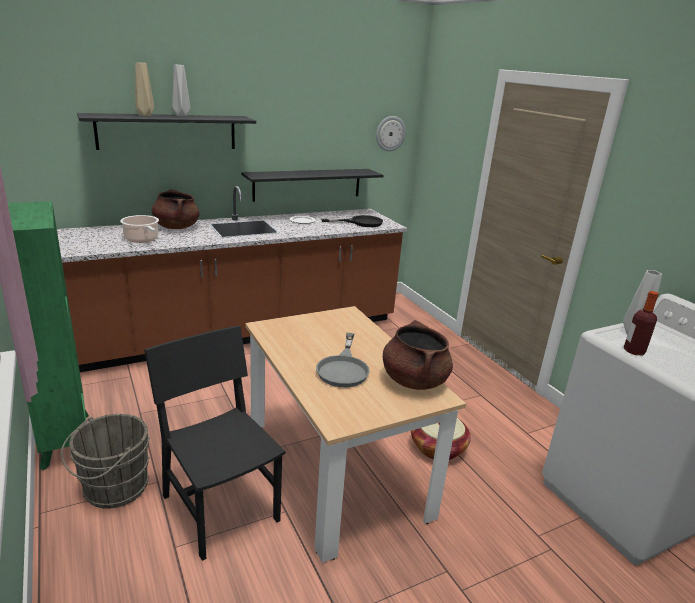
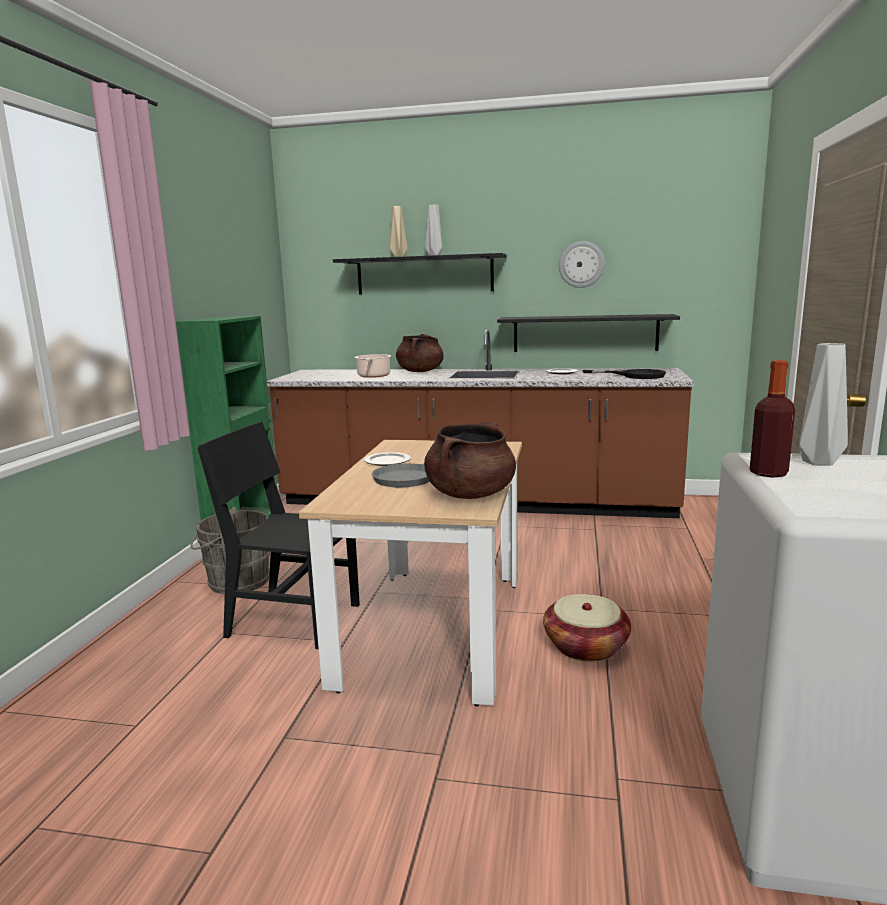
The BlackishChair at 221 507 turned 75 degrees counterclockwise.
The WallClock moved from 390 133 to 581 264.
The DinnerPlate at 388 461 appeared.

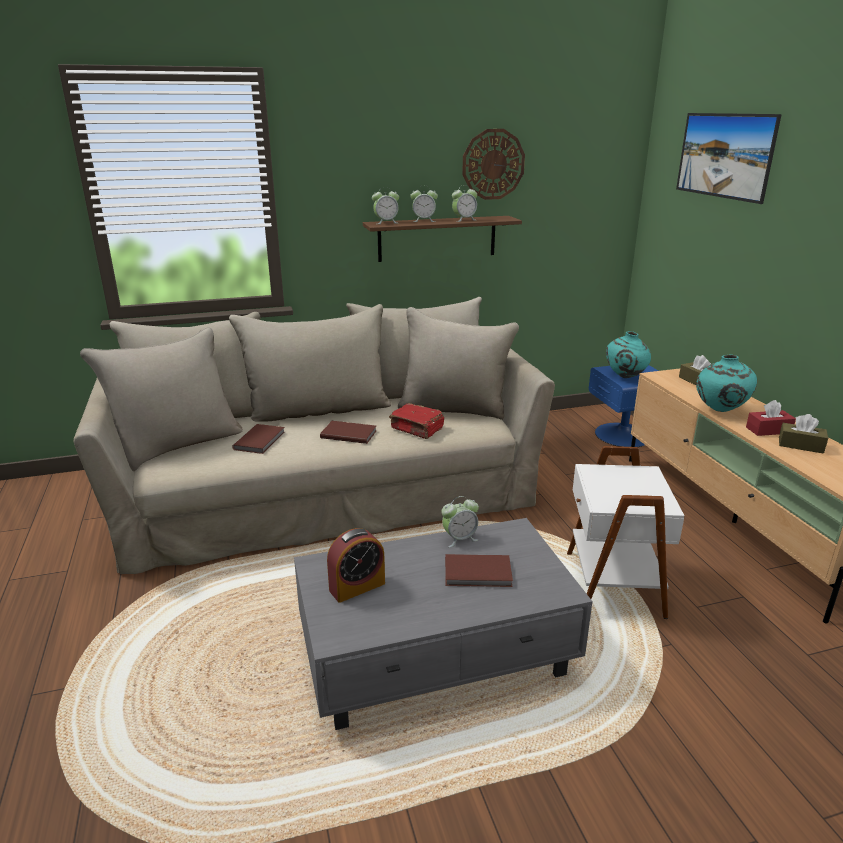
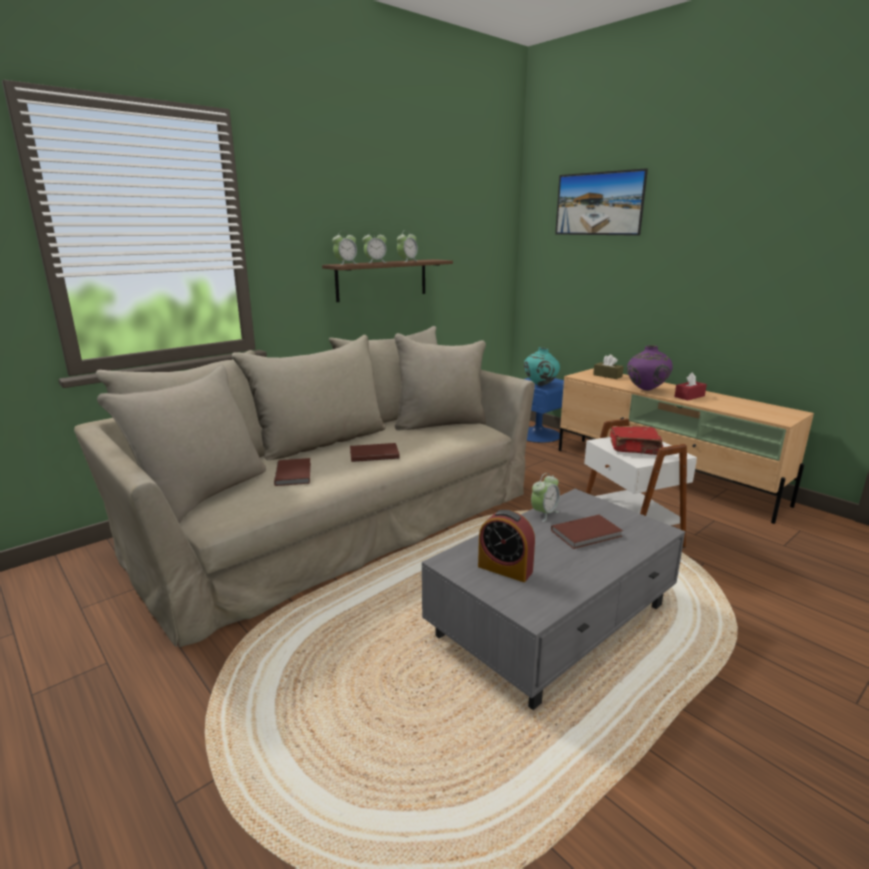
The BedsideClock at 357 587 turned 90 degrees clockwise.
The RedColouredVolume moved from 417 429 to 635 449.
The WallClock at 493 164 disappeared.
The BlueGreenDecorativeVase at 720 411 became the PurpleDecorativeVase at 646 390.
The BrownBoxOfTissues at 800 445 disappeared.

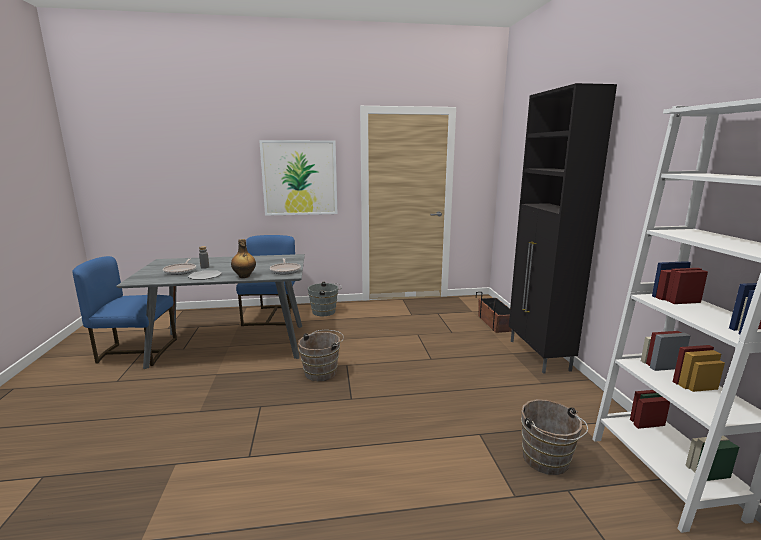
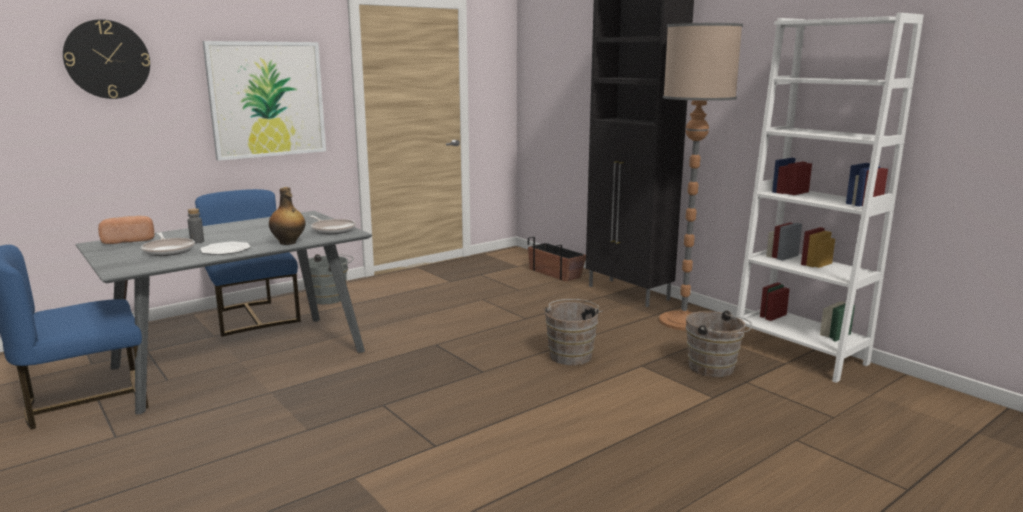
The BrownPail moved from 323 372 to 571 354.
The WallClock at 107 59 appeared.
The Bread at 129 240 appeared.
The StandingLamp at 683 321 appeared.

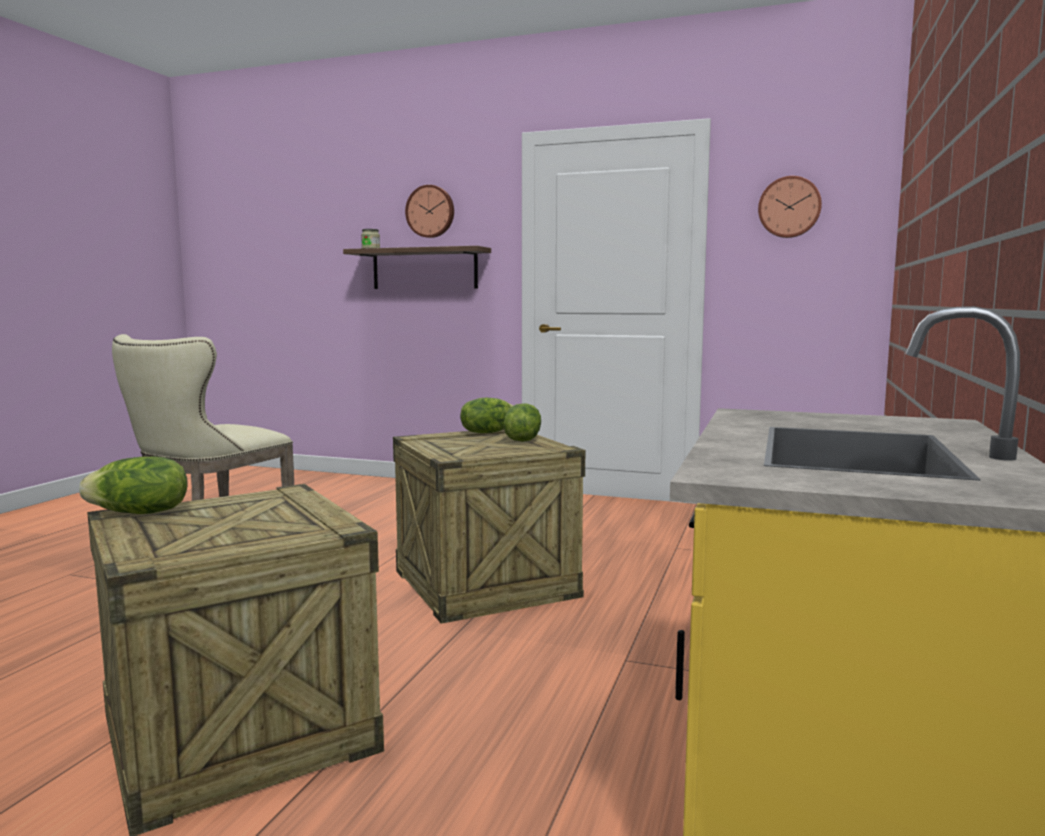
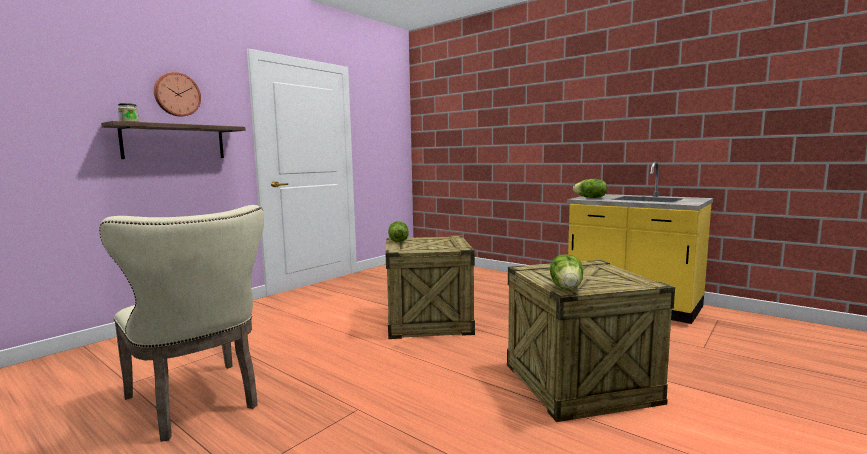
The Lettuce moved from 522 440 to 590 198.
The WallClock at 789 207 disappeared.

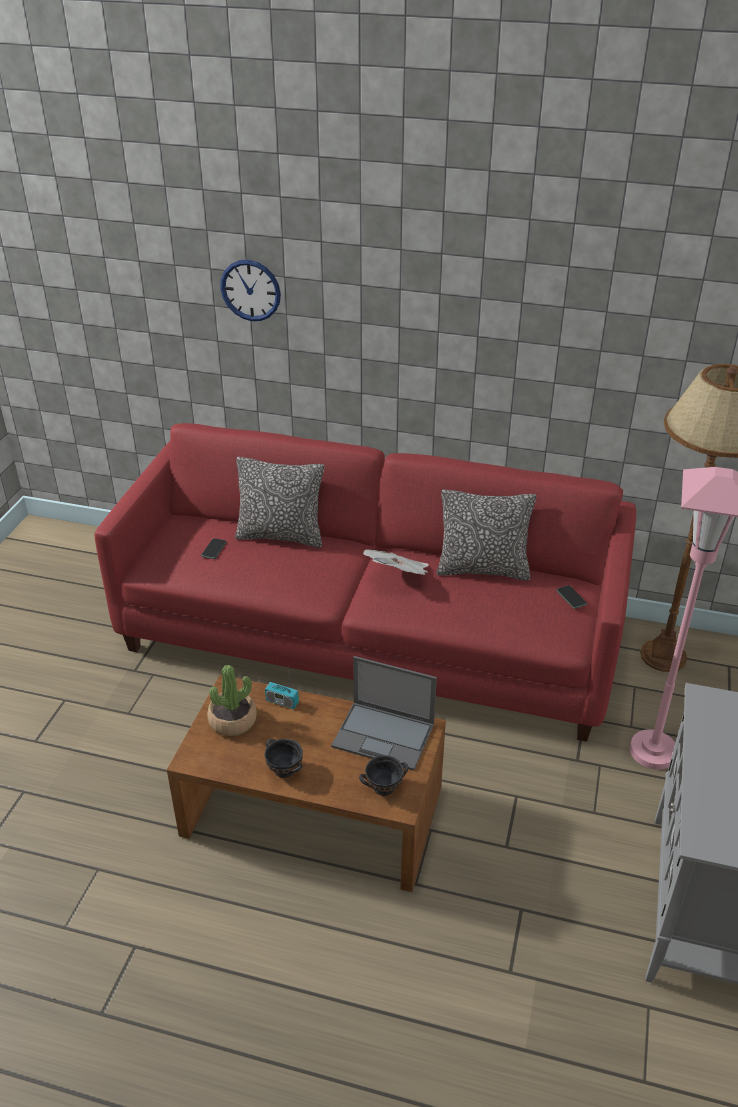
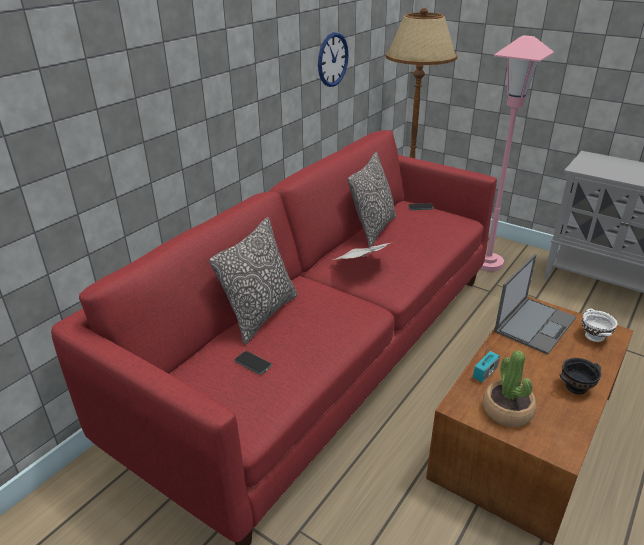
The WallClock moved from 250 290 to 332 59.
The BlackishServingBowl at 383 787 became the WhiteColouredServingBowl at 594 337.

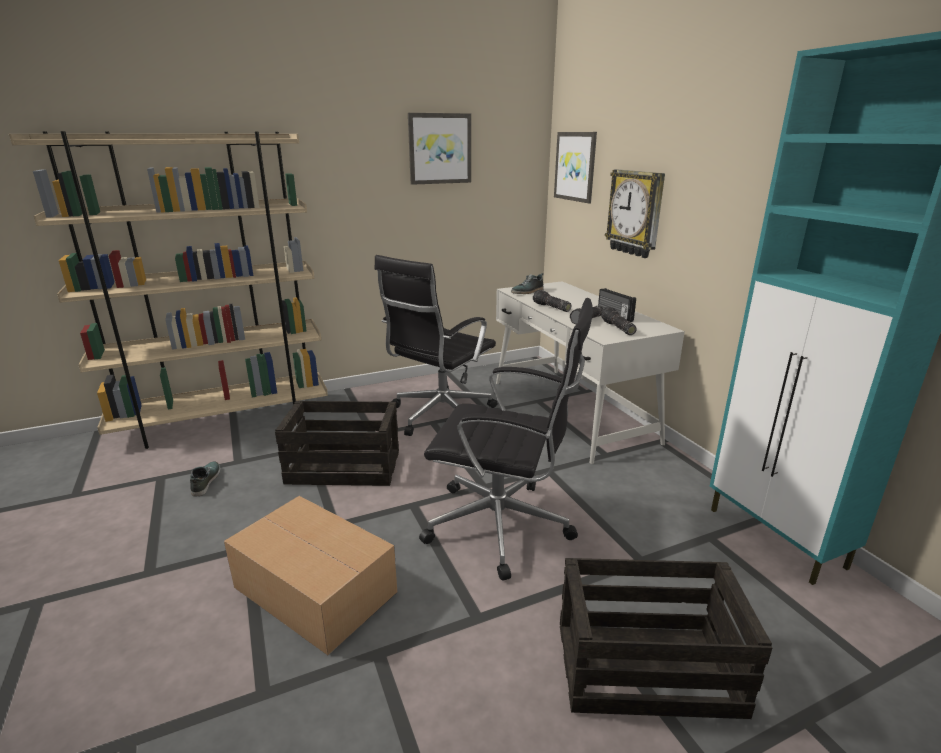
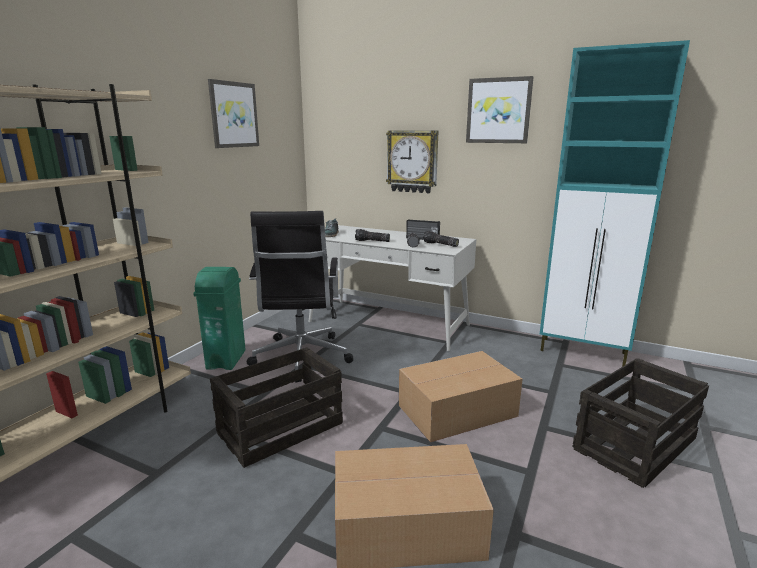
The Shoe at 205 481 disappeared.
The BlackishOfficeChair at 503 526 was replaced by the Carton at 459 411.
The WallArt moved from 575 166 to 498 110.
The GreenColouredTrashCan at 227 359 appeared.

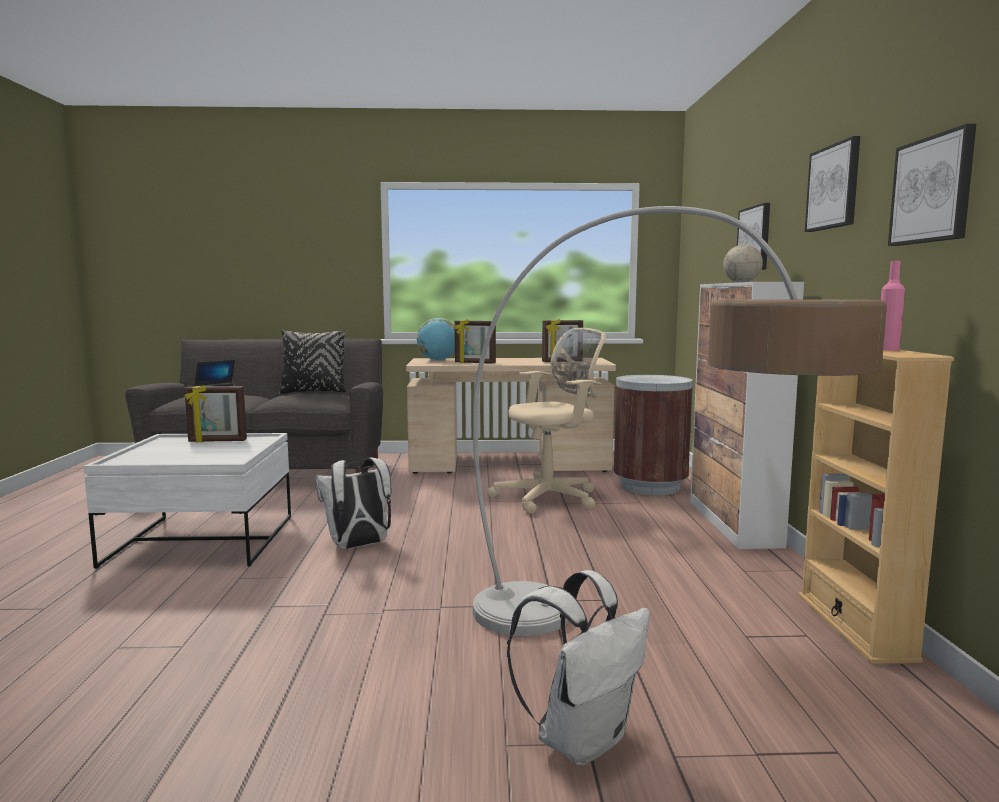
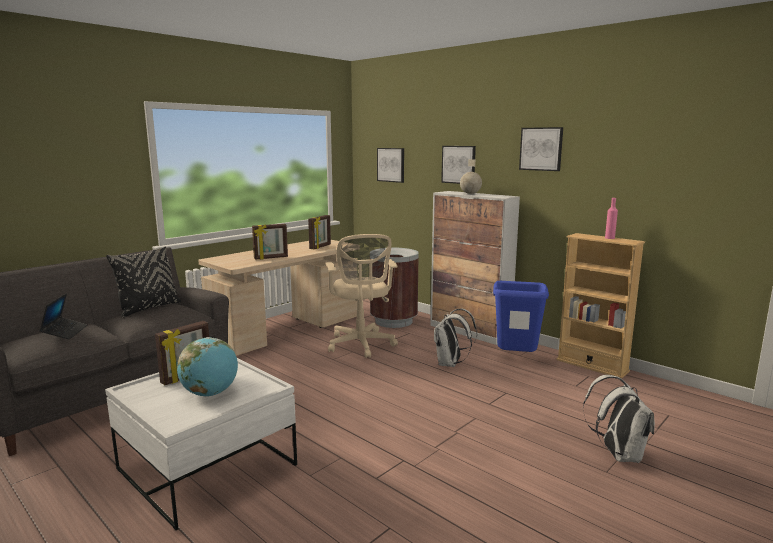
The WhiteColouredKnapsack moved from 358 546 to 450 364.
The WorldGlobe moved from 438 360 to 210 393.
The StandingLamp at 656 646 disappeared.
The SandColouredOfficeChair at 551 498 turned 150 degrees clockwise.
The WallArt moved from 932 190 to 391 165.
The BlueTrashCan at 516 359 appeared.

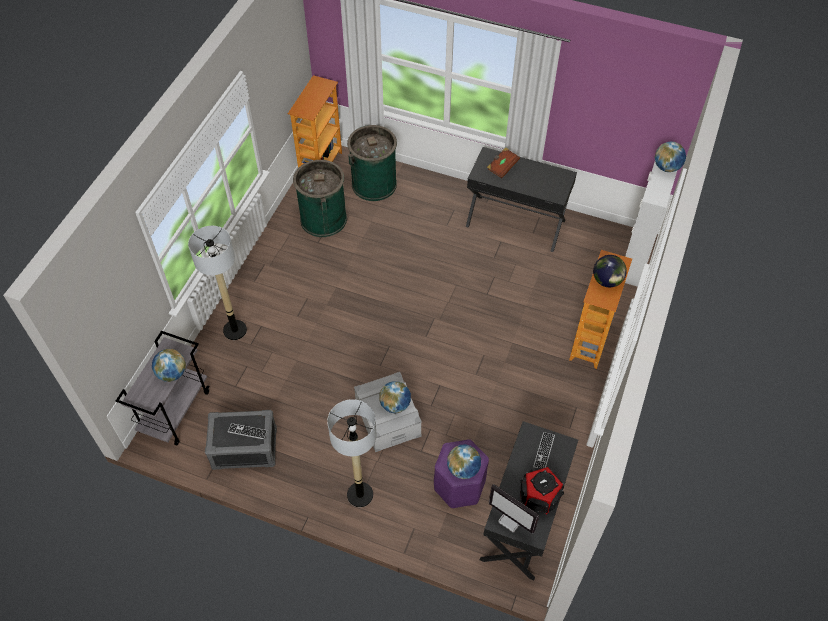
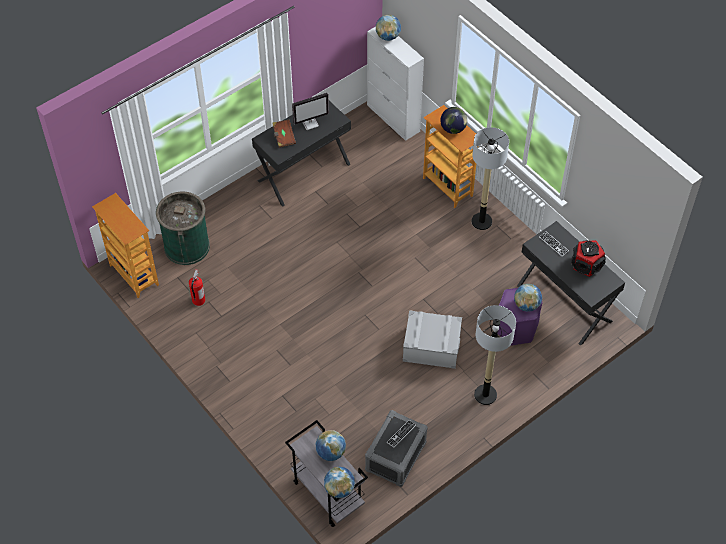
The StandingLamp moved from 235 330 to 481 221.
The GreenColouredTrashCan at 323 219 was replaced by the Extinguisher at 198 300.
The WorldGlobe moved from 395 405 to 339 489.
The ComputerDisplay moved from 511 520 to 310 123.

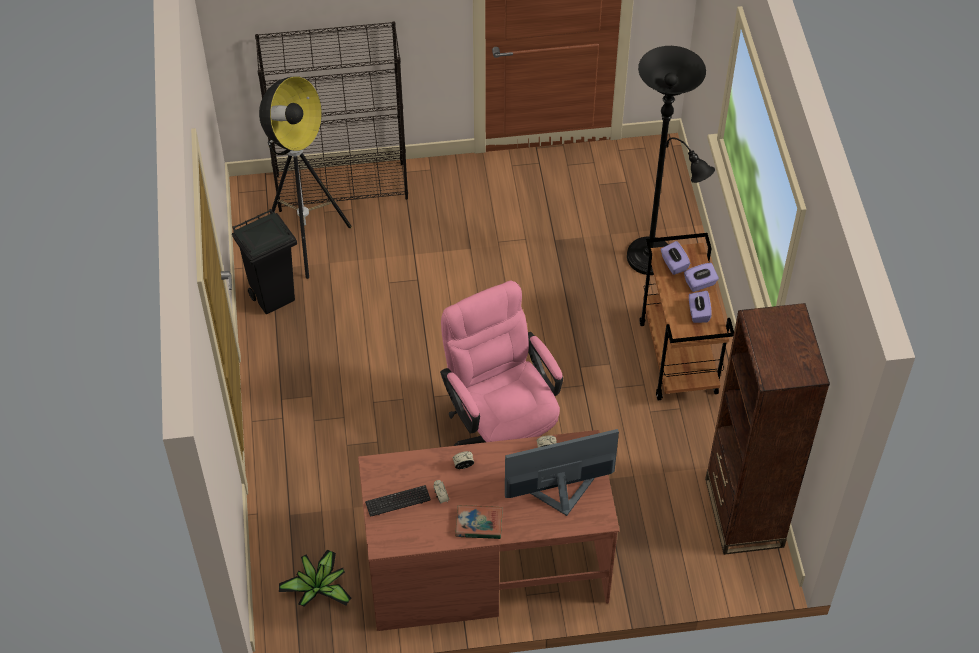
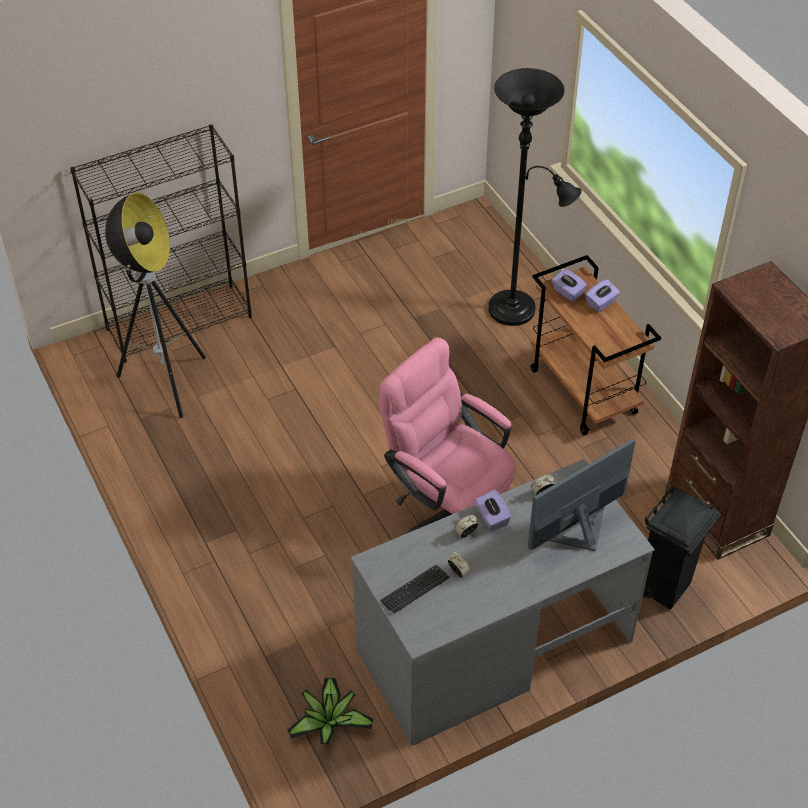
The BlackishTrashCan moved from 274 297 to 665 587.
The BrownDeskUnit at 485 567 became the GreyishDeskUnit at 493 645.
The Volume at 479 524 disappeared.
The PurpleBoxOfTissues moved from 698 313 to 491 518.

